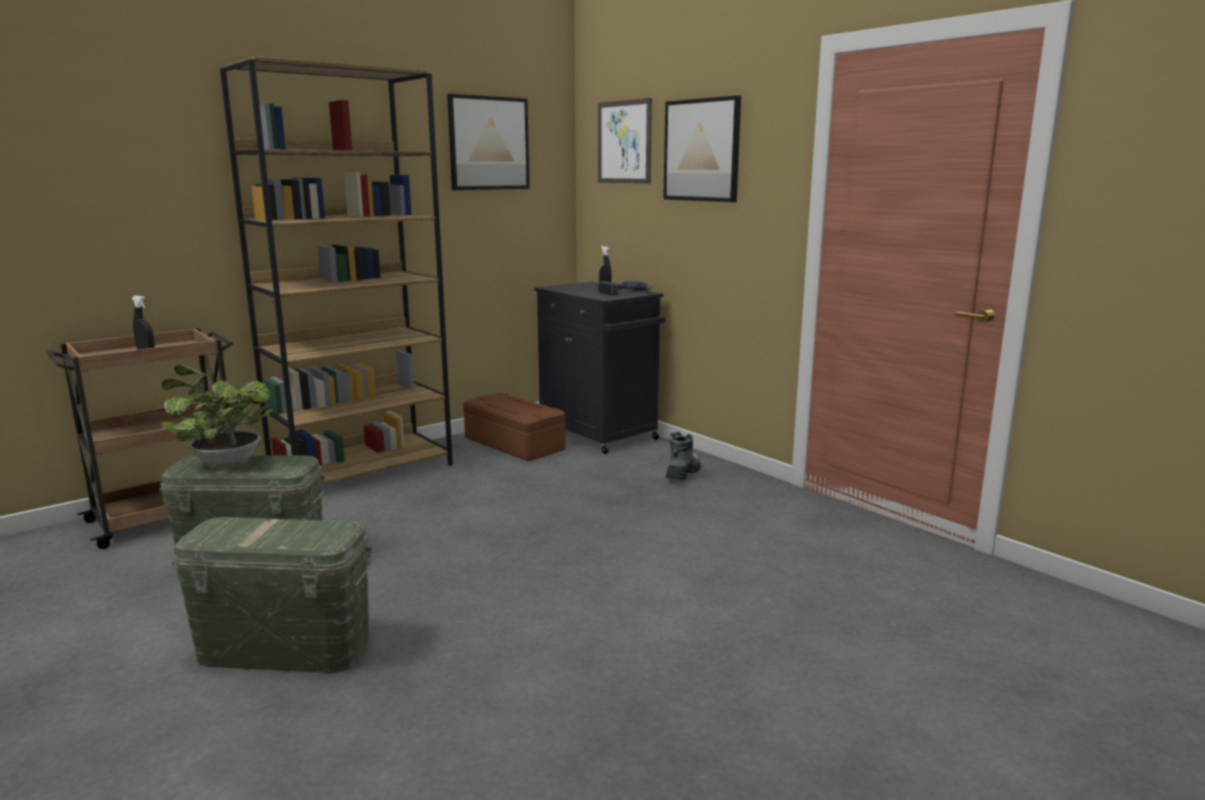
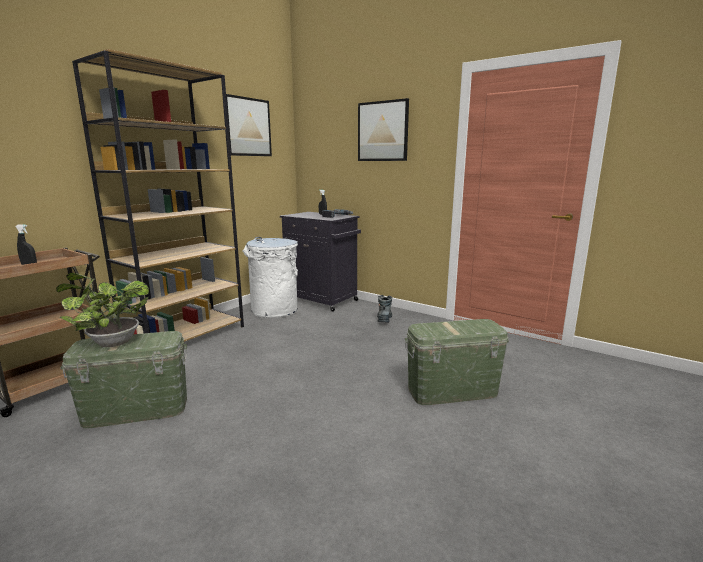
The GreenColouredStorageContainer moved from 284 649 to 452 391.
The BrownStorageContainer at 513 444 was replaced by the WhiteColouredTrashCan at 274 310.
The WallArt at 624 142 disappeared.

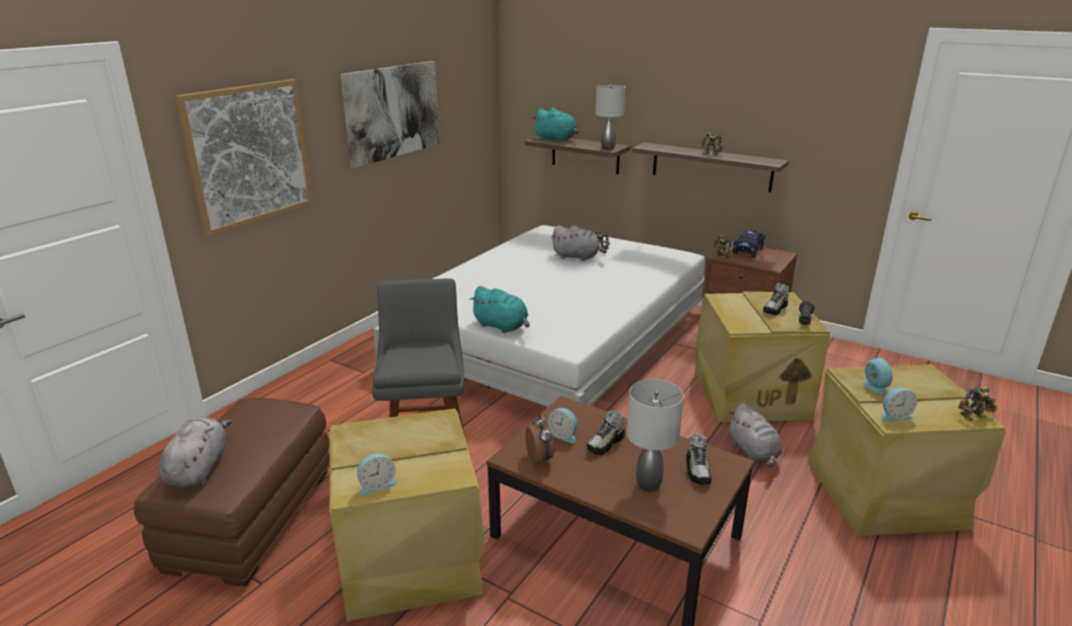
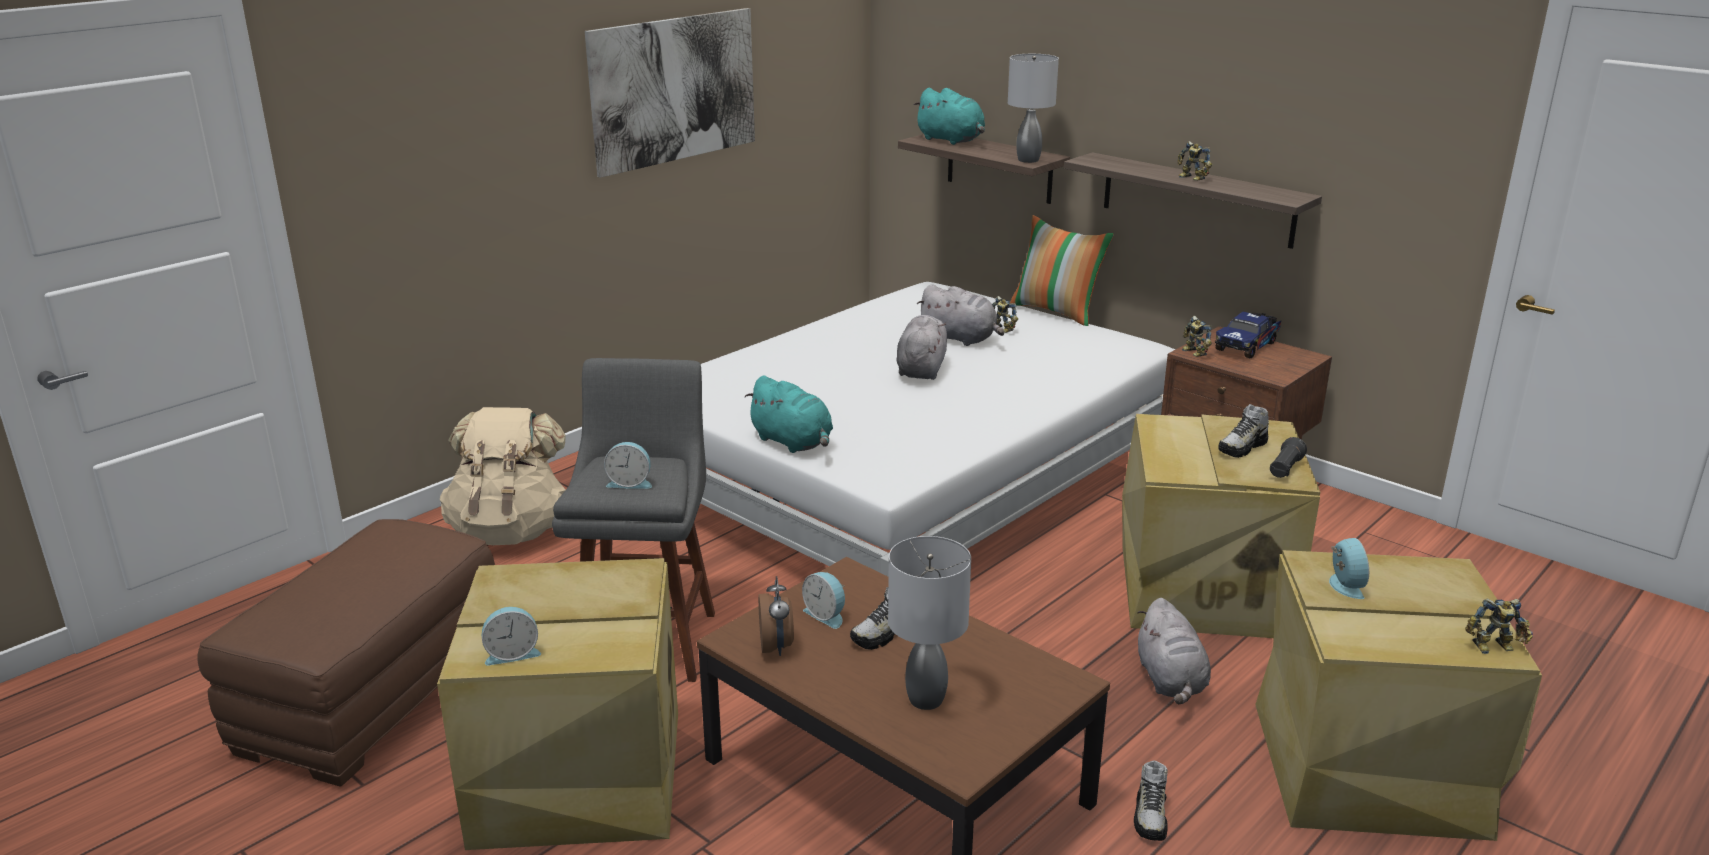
The GreyishPlushToy moved from 199 469 to 921 369.
The WallArt at 249 154 disappeared.
The Shoe moved from 697 470 to 1150 817.
The BedsideClock moved from 894 415 to 630 483.
The SandColouredKnapsack at 510 531 appeared.
The Pillow at 1057 312 appeared.

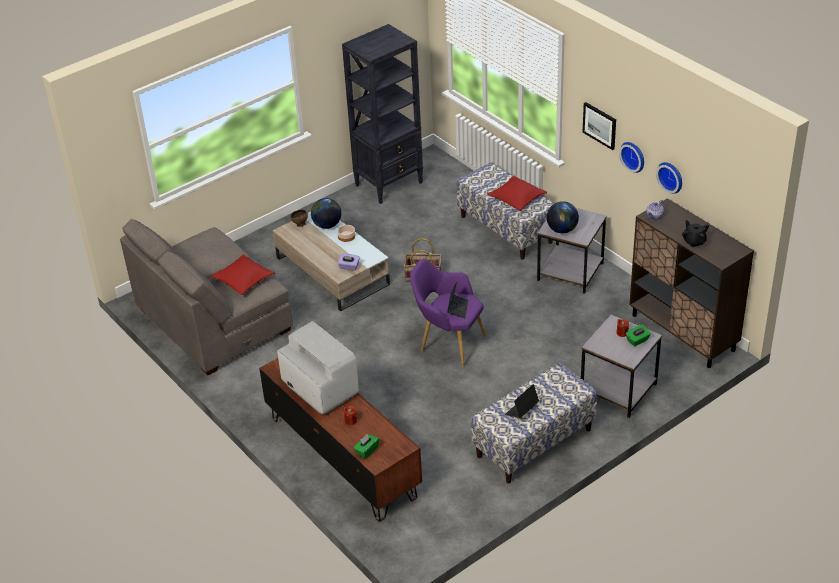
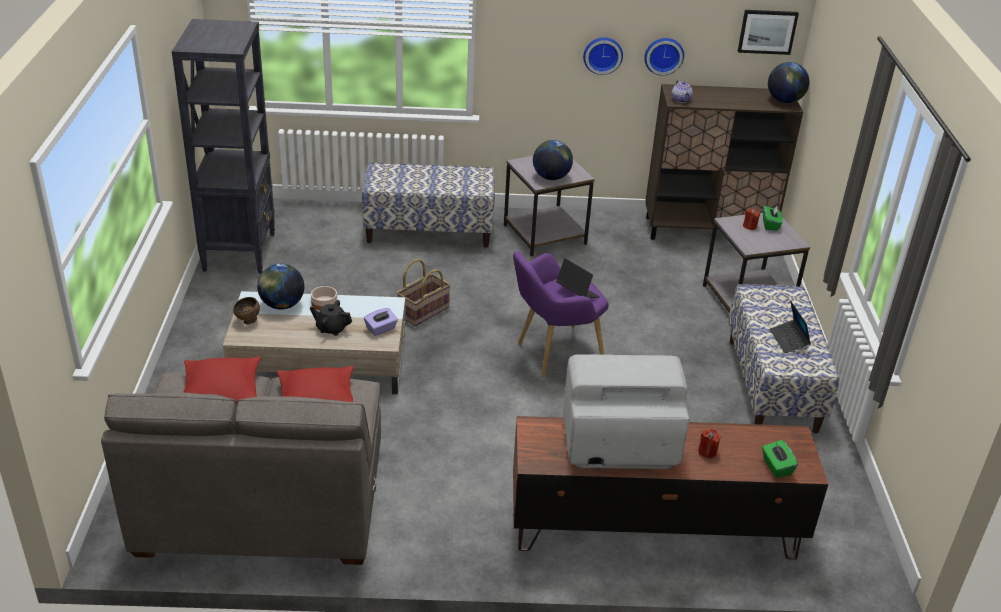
The RedColouredPillow moved from 516 198 to 221 390.
The WallArt moved from 600 125 to 767 31.
The BlackishTeaPot moved from 694 241 to 331 328.
The WorldGlobe at 784 101 appeared.

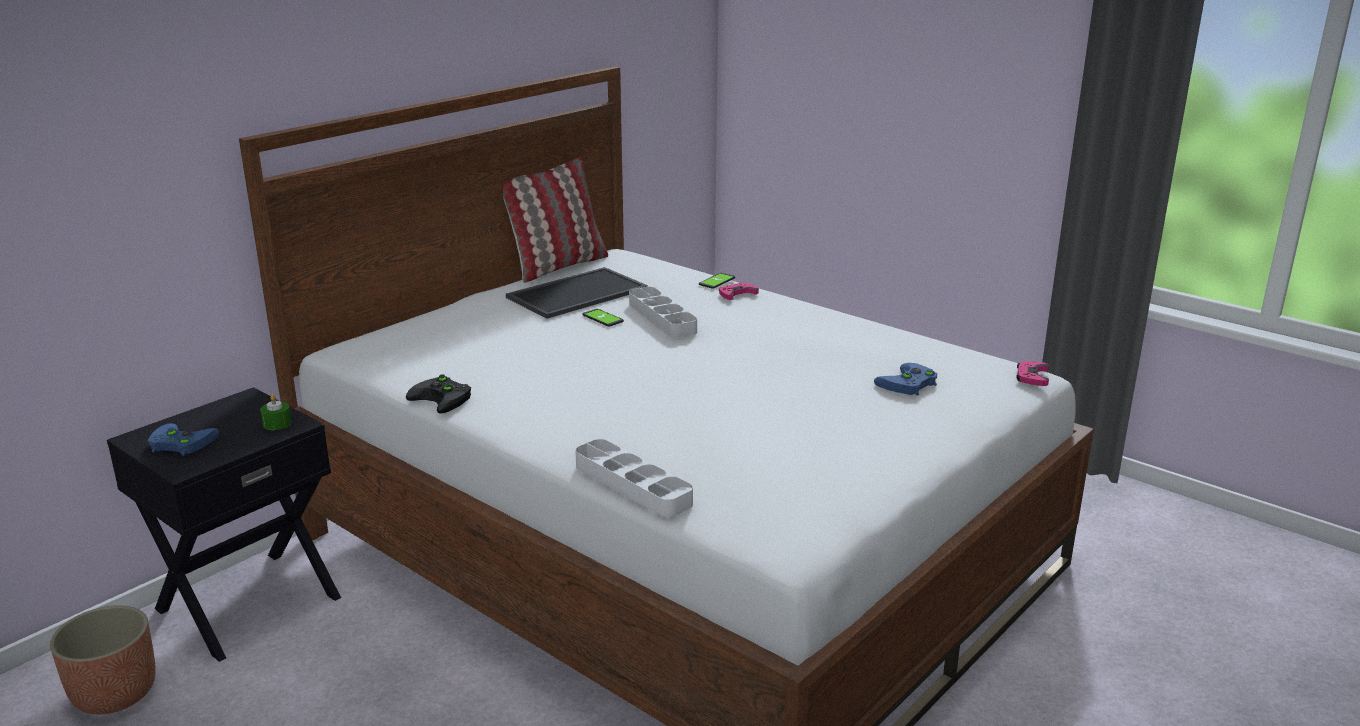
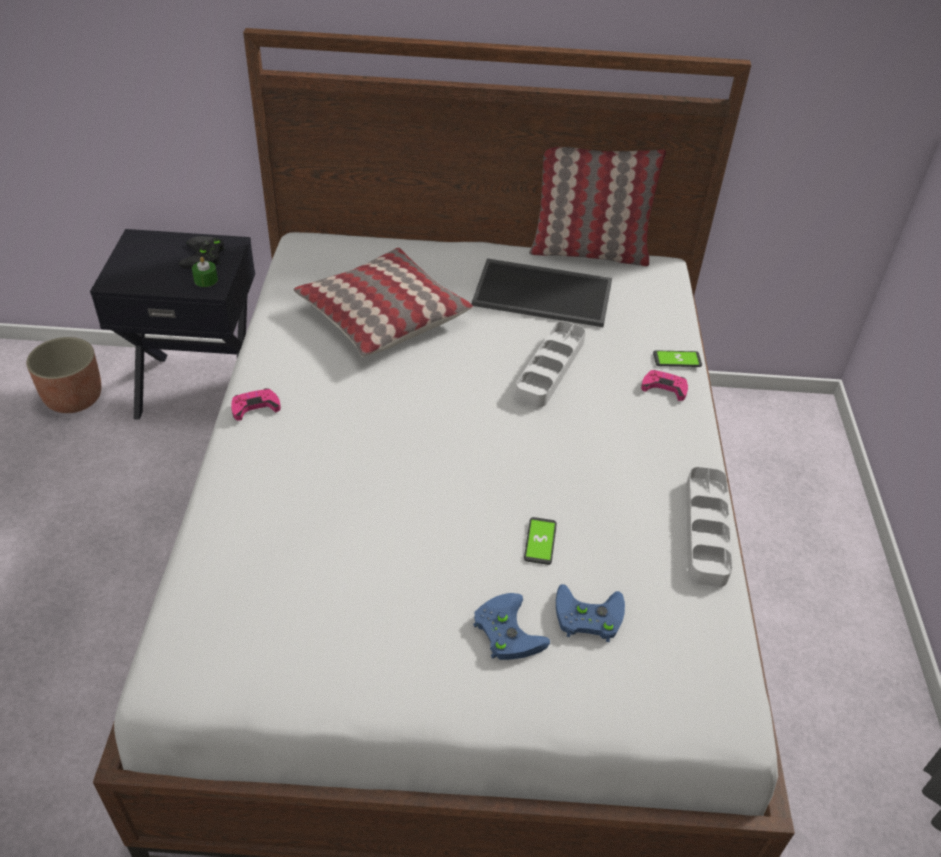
The BlueJoypad moved from 179 443 to 505 630.
The BlackishJoypad moved from 444 398 to 204 257.
The GreyishServingTray moved from 632 484 to 706 530.
The Handset moved from 603 318 to 540 541.
The PinkJoypad moved from 1031 377 to 255 407.
The Pillow at 382 316 appeared.

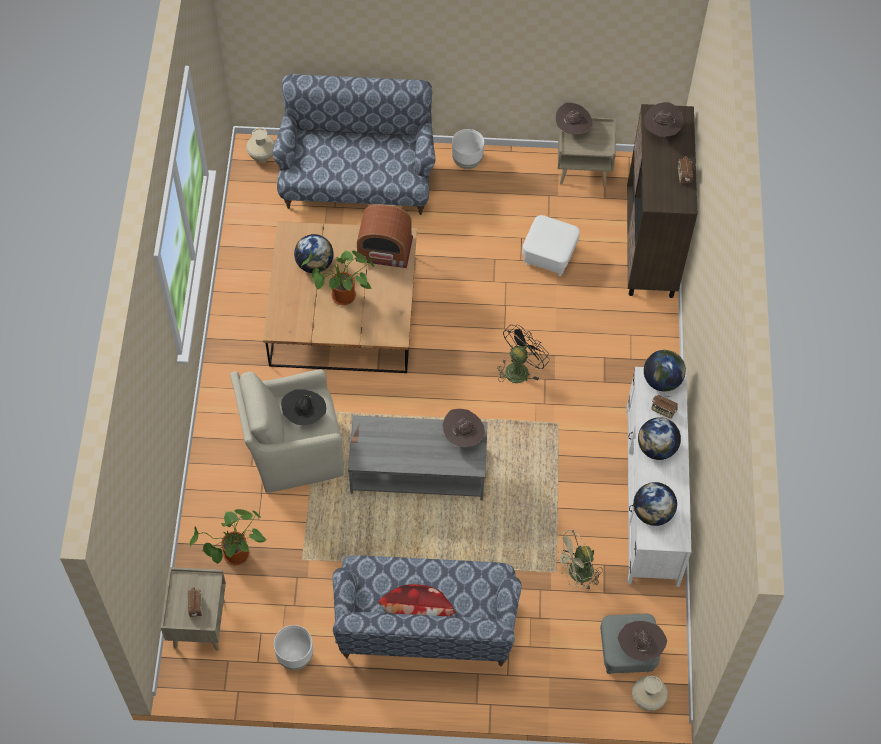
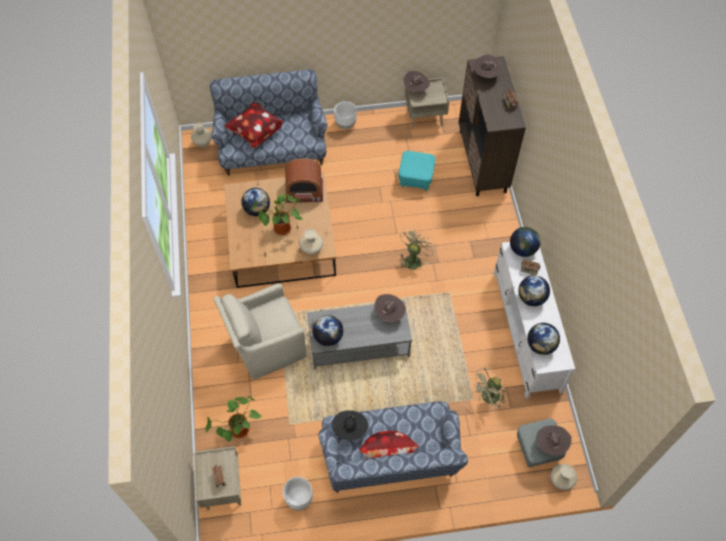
The BlackishClothingHat moved from 304 415 to 350 429.
The BlackishFan at 519 368 became the SandColouredFan at 413 259.
The WhiteColouredPouffe at 549 256 became the BlueGreenPouffe at 416 178.
The Pillow at 255 132 appeared.
The SandColouredDecorativeVase at 312 249 appeared.
The WorldGlobe at 328 337 appeared.

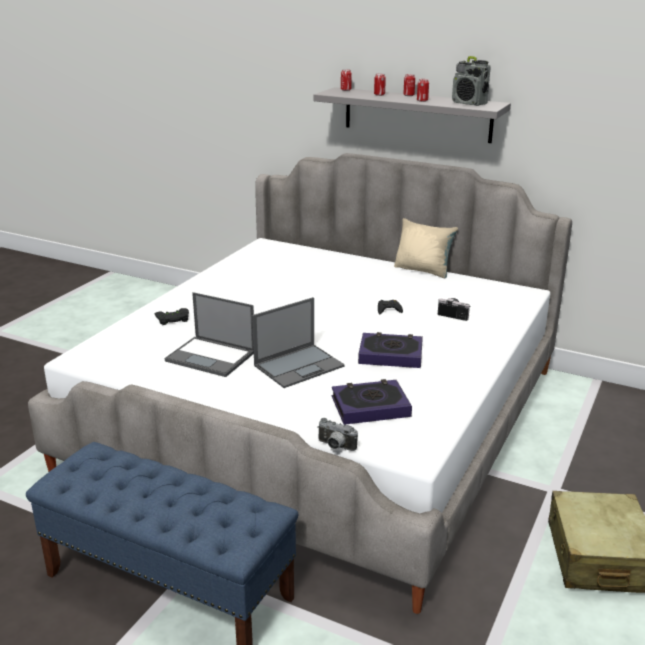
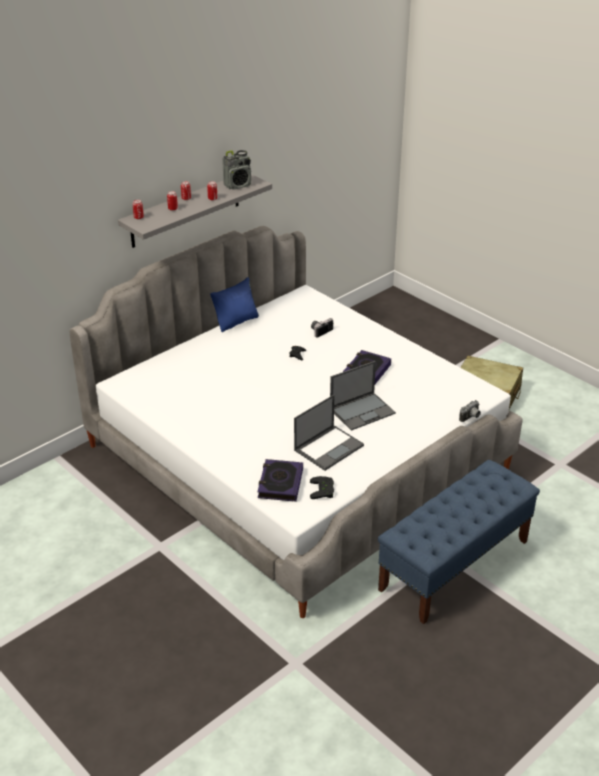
The BlackishJoypad moved from 172 319 to 324 490.
The PortableComputer at 299 365 turned 75 degrees clockwise.
The Volume moved from 370 407 to 280 483.
The SandColouredPillow at 423 270 became the BluePillow at 236 321.

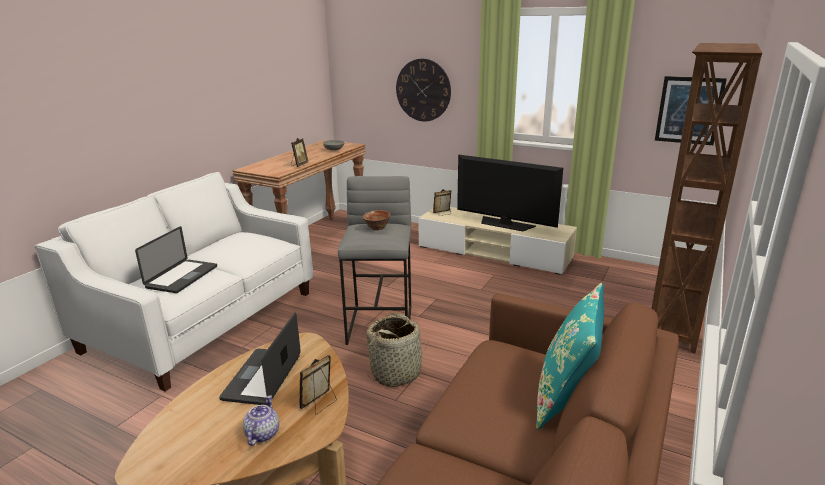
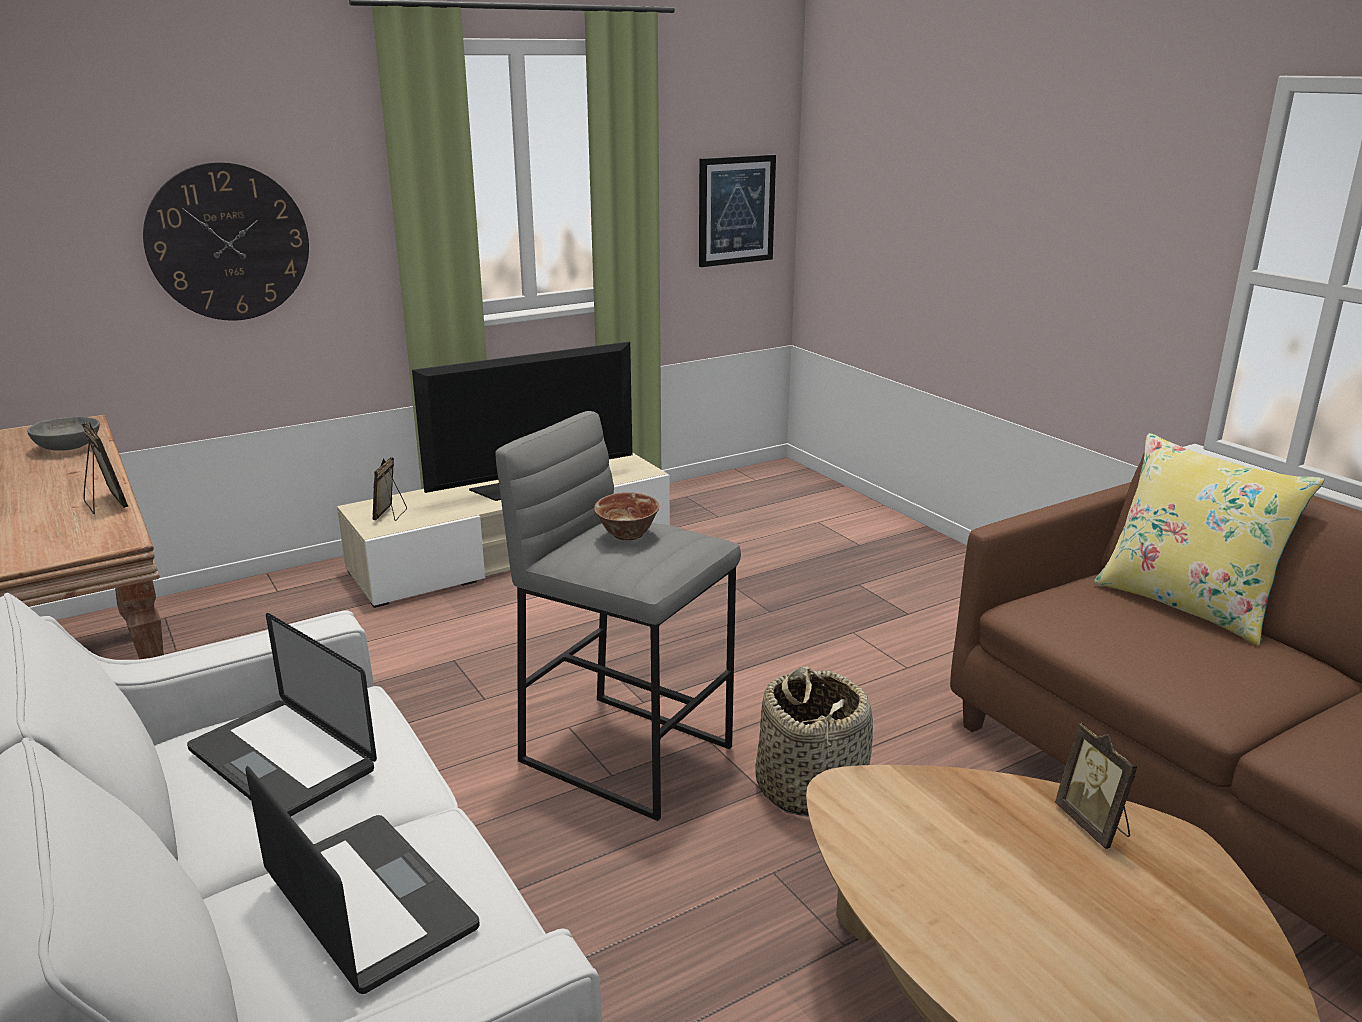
The PortableComputer moved from 263 377 to 282 760.
The TeaPot at 262 434 disappeared.
The BlueGreenPillow at 566 397 became the YellowColouredPillow at 1186 604.
The BrownBookcase at 673 322 disappeared.

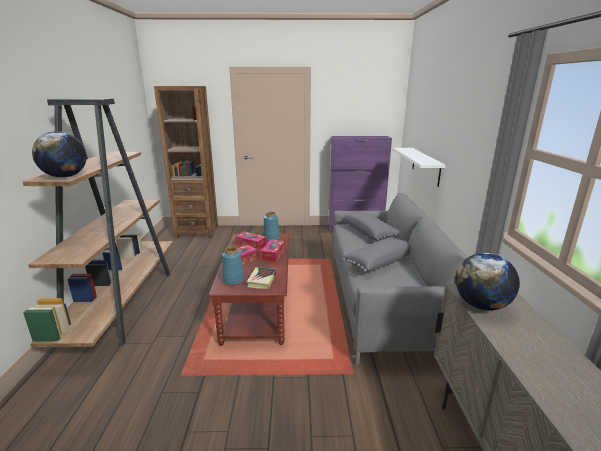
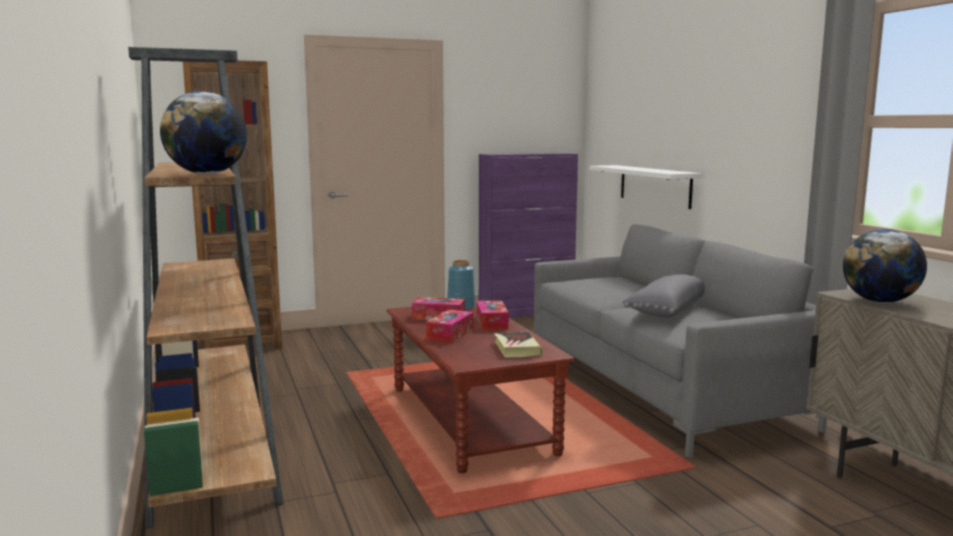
The BlueDecorativeVase at 233 280 disappeared.
The GreyishPillow at 369 233 disappeared.

